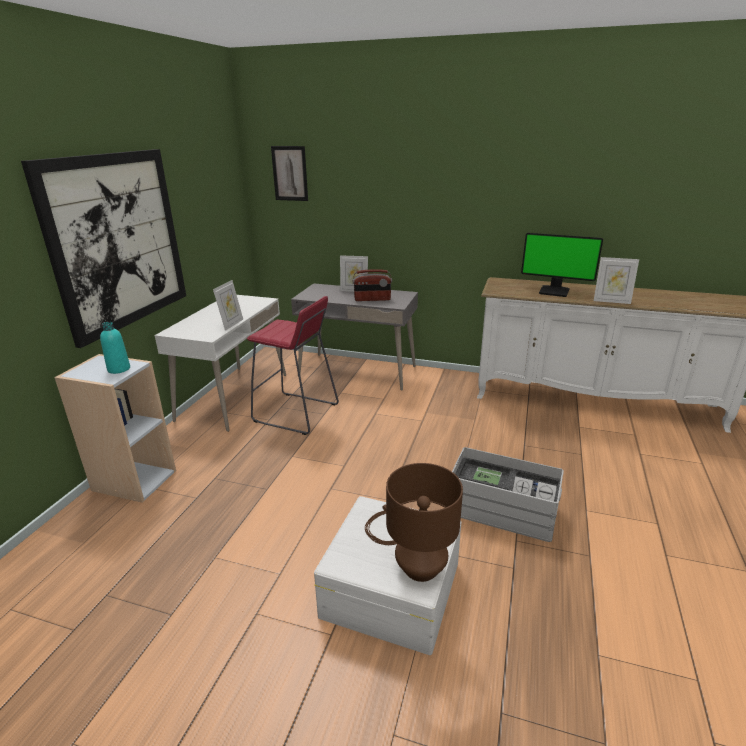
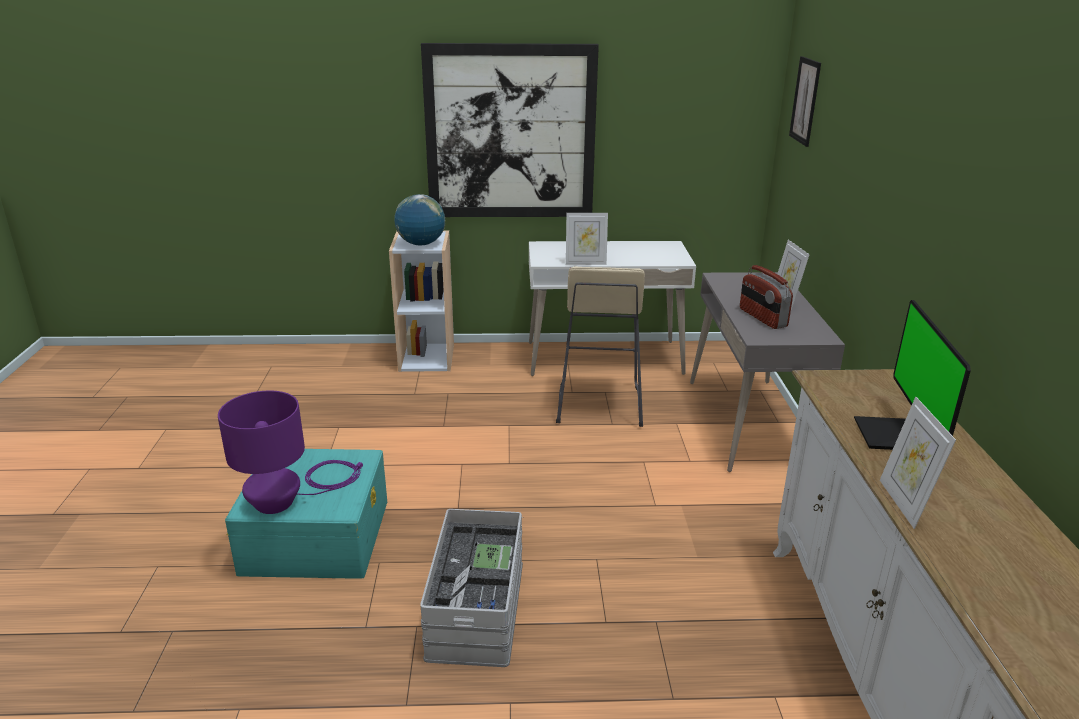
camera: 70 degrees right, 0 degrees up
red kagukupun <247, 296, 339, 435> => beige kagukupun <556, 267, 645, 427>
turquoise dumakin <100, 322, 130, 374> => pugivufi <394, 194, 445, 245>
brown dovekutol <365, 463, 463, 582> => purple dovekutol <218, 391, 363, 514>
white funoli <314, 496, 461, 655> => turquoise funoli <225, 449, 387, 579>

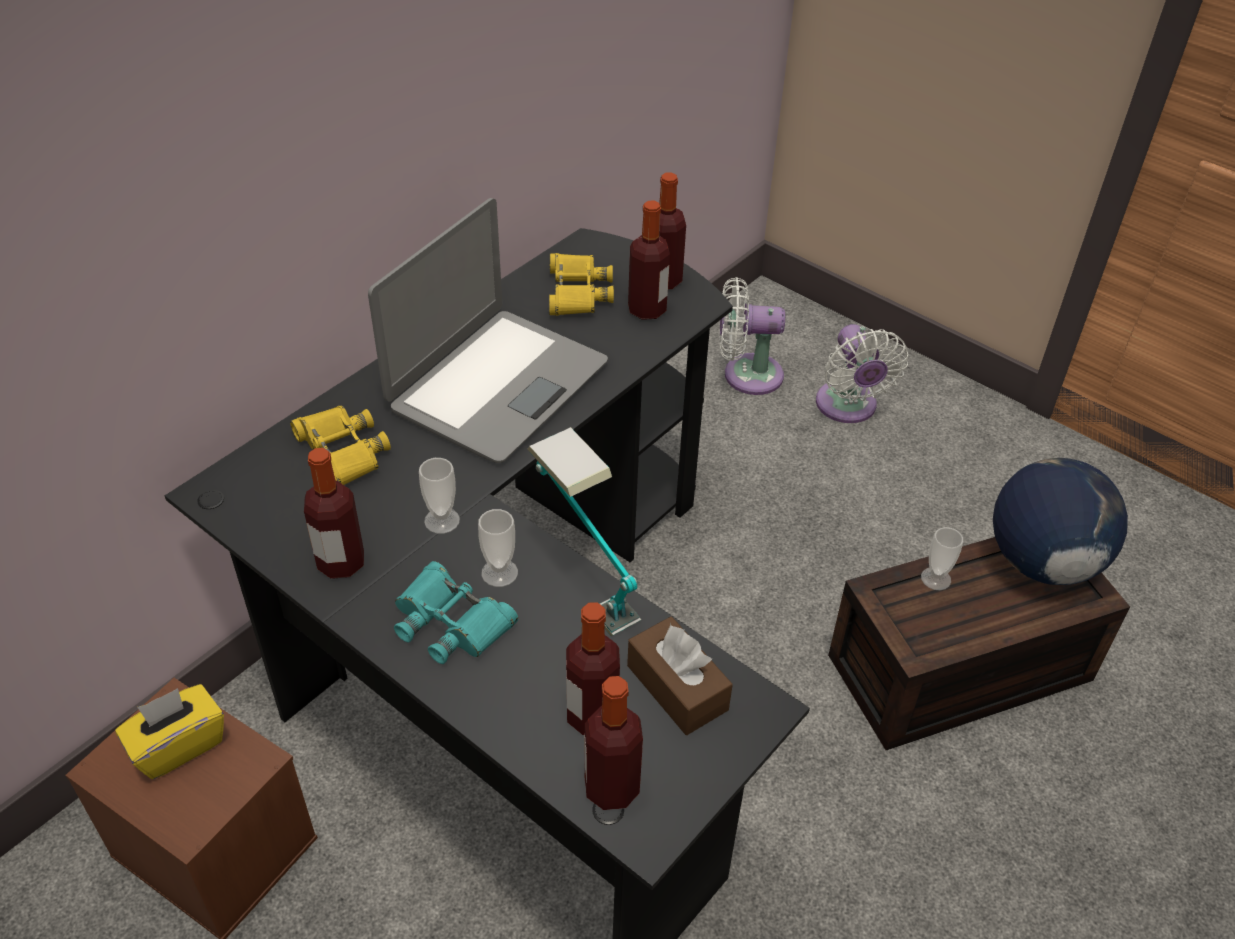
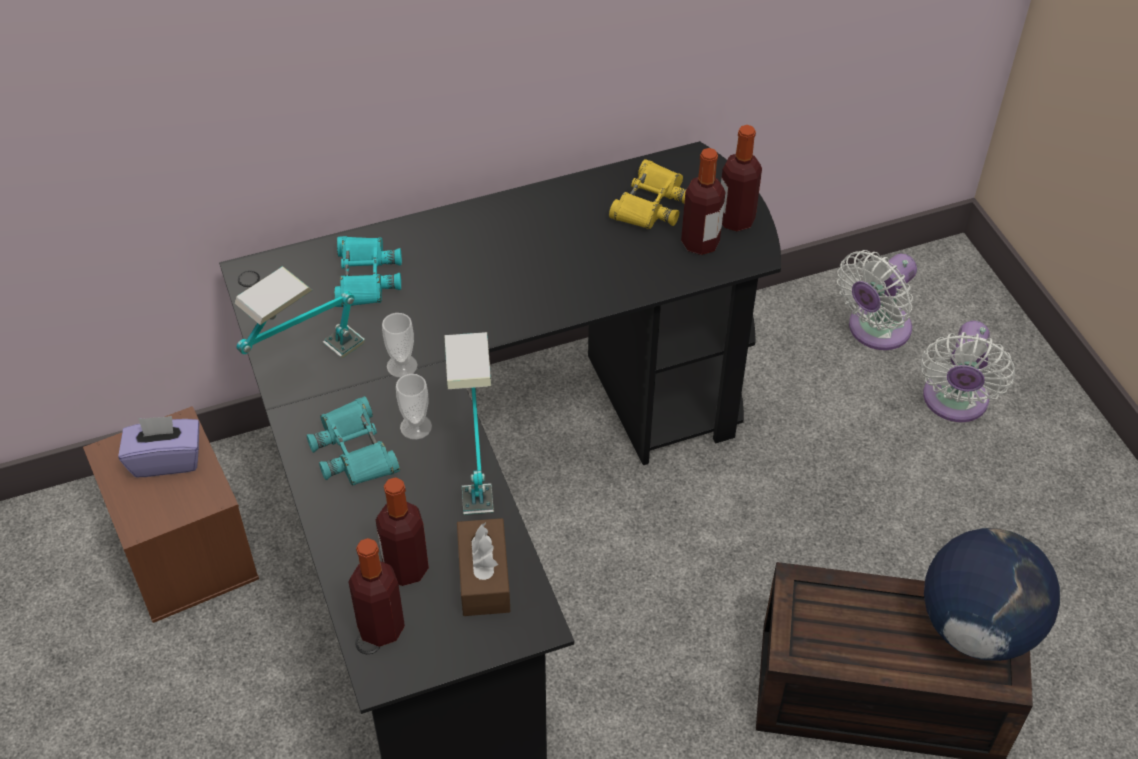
camera: 30 degrees right, 5 degrees up
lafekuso <368, 198, 608, 463> => nothing
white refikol <720, 277, 785, 395> => white refikol <837, 250, 917, 350>, 75 degrees counterclockwise
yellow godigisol <290, 405, 391, 485> => turquoise godigisol <334, 236, 402, 307>
dumakin <304, 448, 364, 579> => dovekutol <234, 266, 365, 358>
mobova <921, 527, 964, 590> => nothing
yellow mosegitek <115, 684, 224, 779> => purple mosegitek <118, 416, 199, 477>

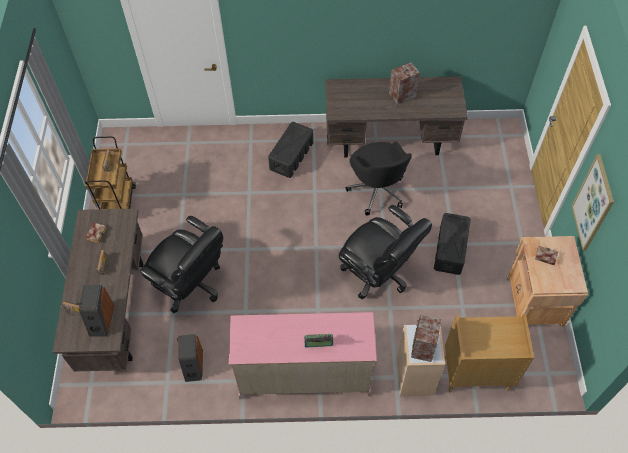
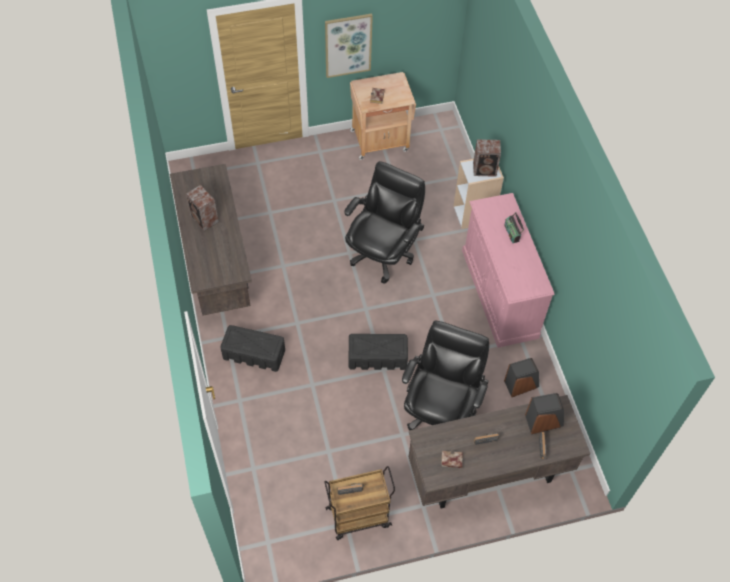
camera: 105 degrees left, 0 degrees up
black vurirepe <346, 142, 412, 215> => nothing
black funoli <434, 213, 470, 275> => black funoli <349, 334, 408, 370>, move
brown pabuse <445, 313, 534, 392> => nothing

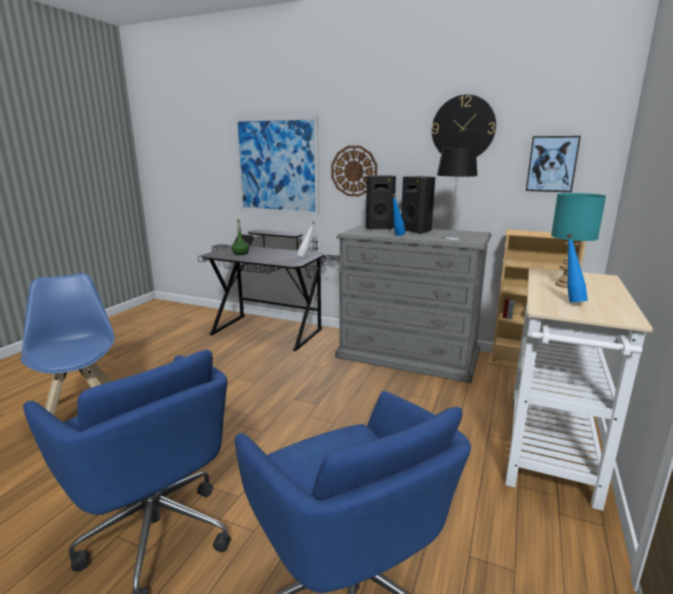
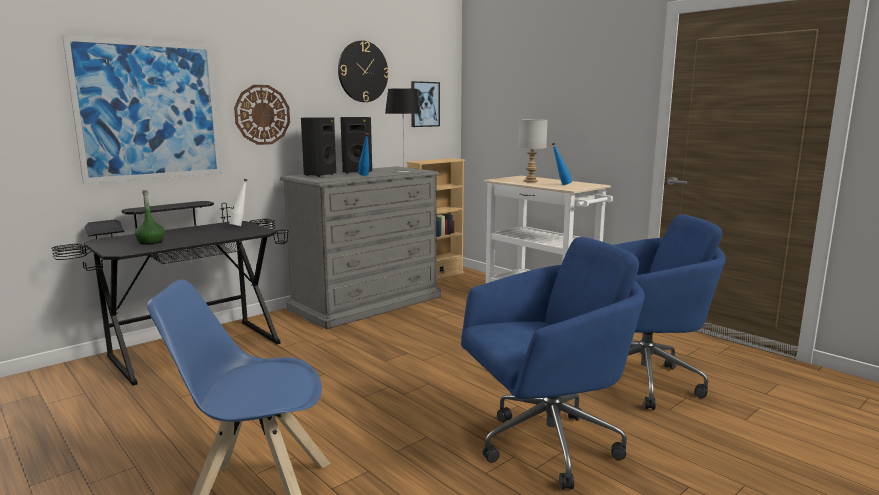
camera: 65 degrees left, 5 degrees down
turquoise dovekutol <551, 193, 606, 288> => grey dovekutol <518, 119, 548, 183>

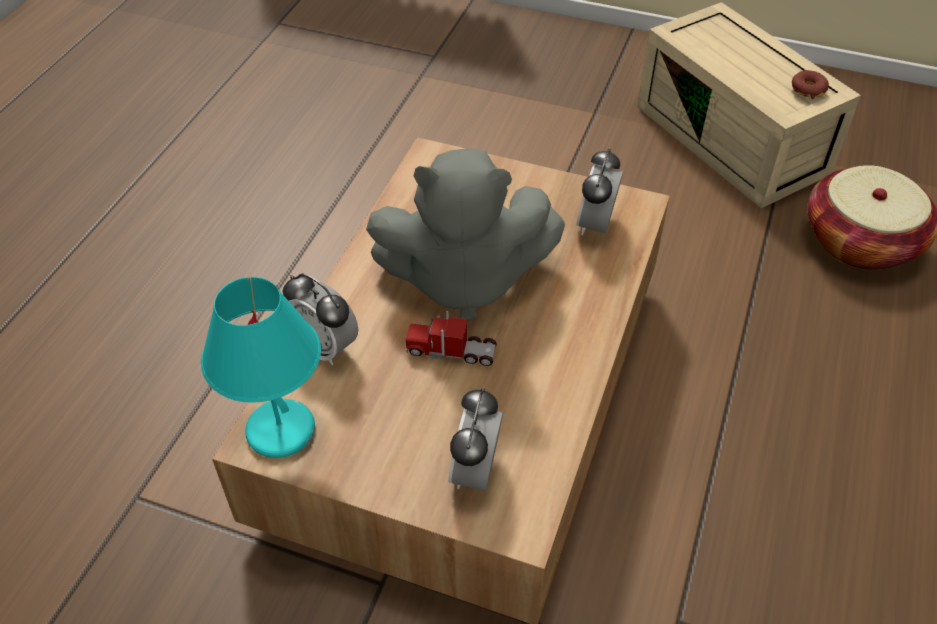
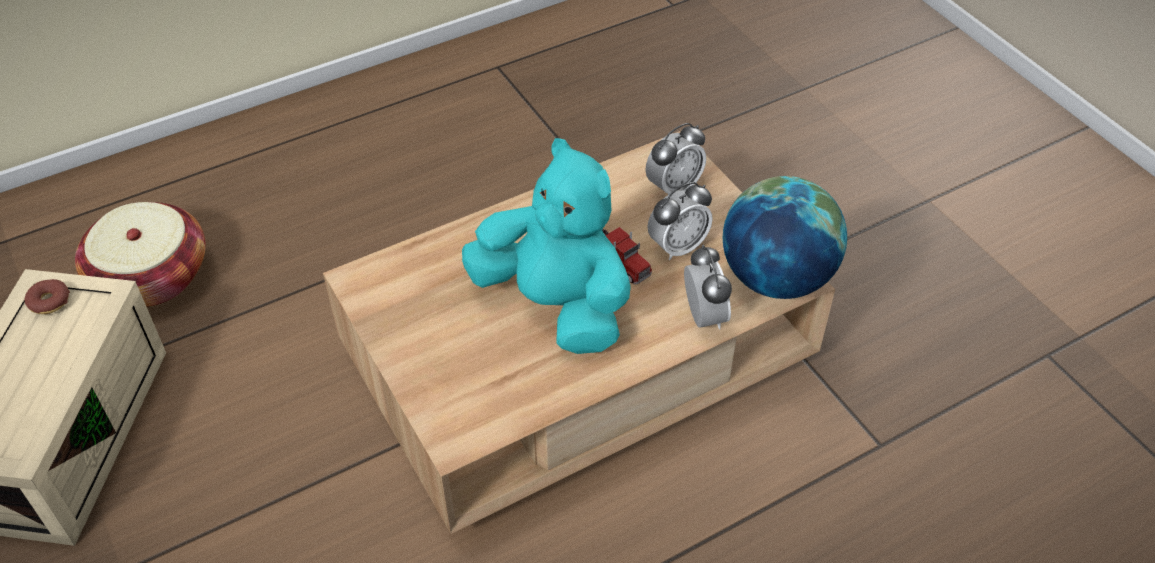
camera: 140 degrees left, 0 degrees up
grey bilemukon <366, 148, 565, 321> => turquoise bilemukon <462, 138, 631, 354>
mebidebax <576, 148, 623, 235> => mebidebax <647, 182, 713, 260>, move
turquoise dovekutol <201, 277, 321, 458> => pugivufi <723, 176, 847, 299>

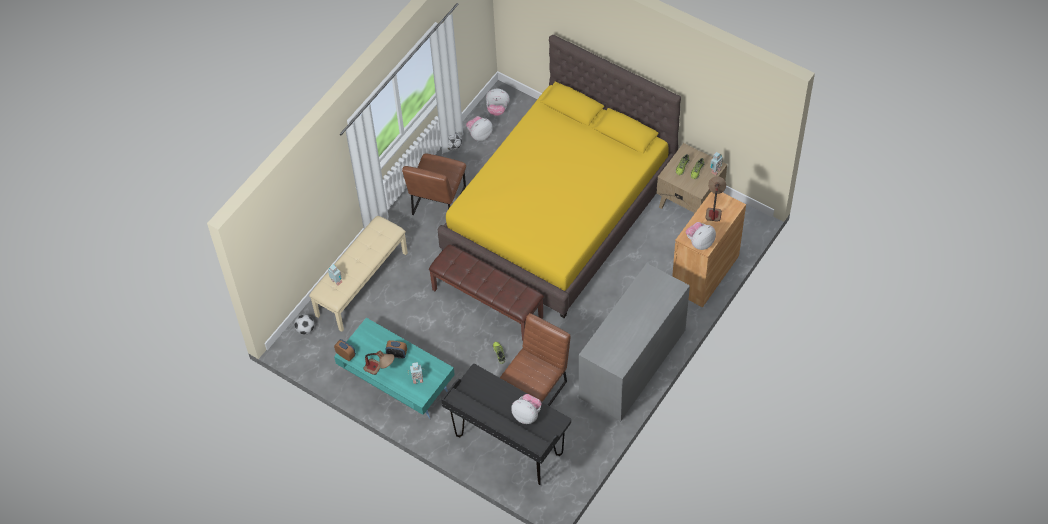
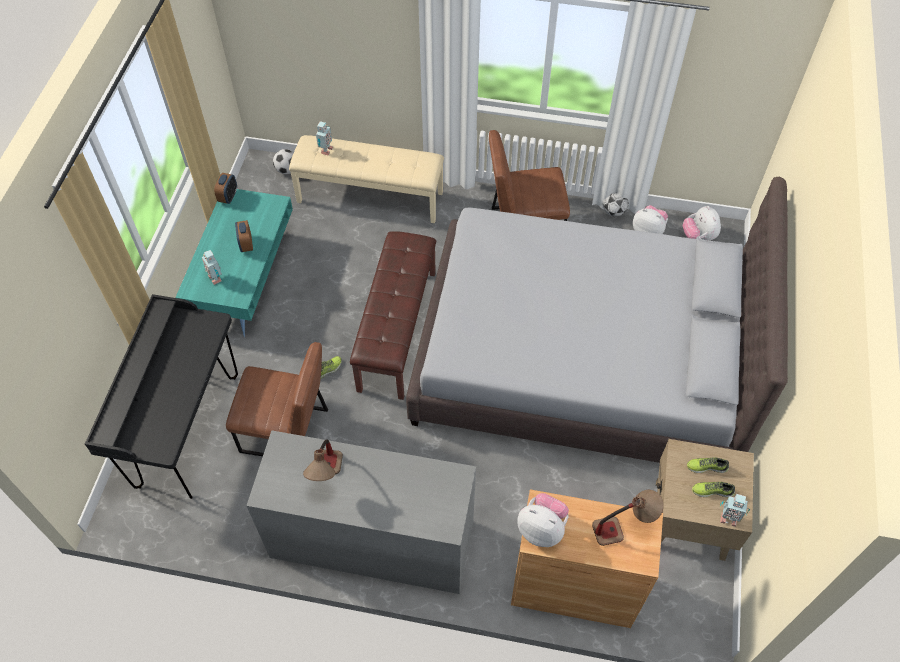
camera: 65 degrees right, 0 degrees up
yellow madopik <438, 35, 681, 318> => grey madopik <406, 177, 788, 463>
dovekutol <363, 351, 394, 375> => dovekutol <303, 440, 343, 481>, move
bilemukon <511, 394, 542, 424> => nothing

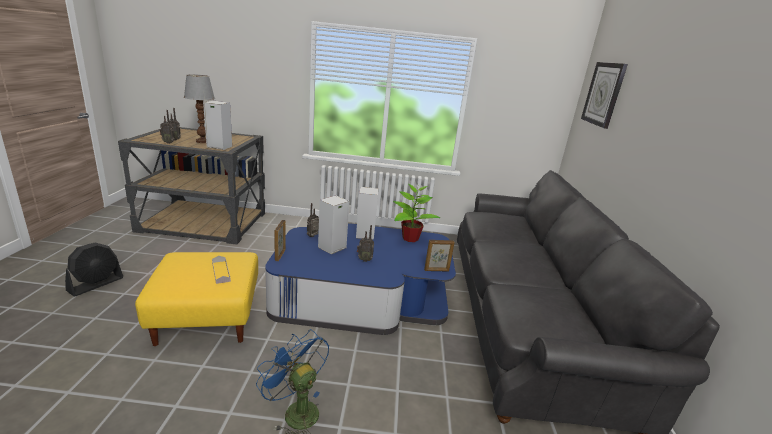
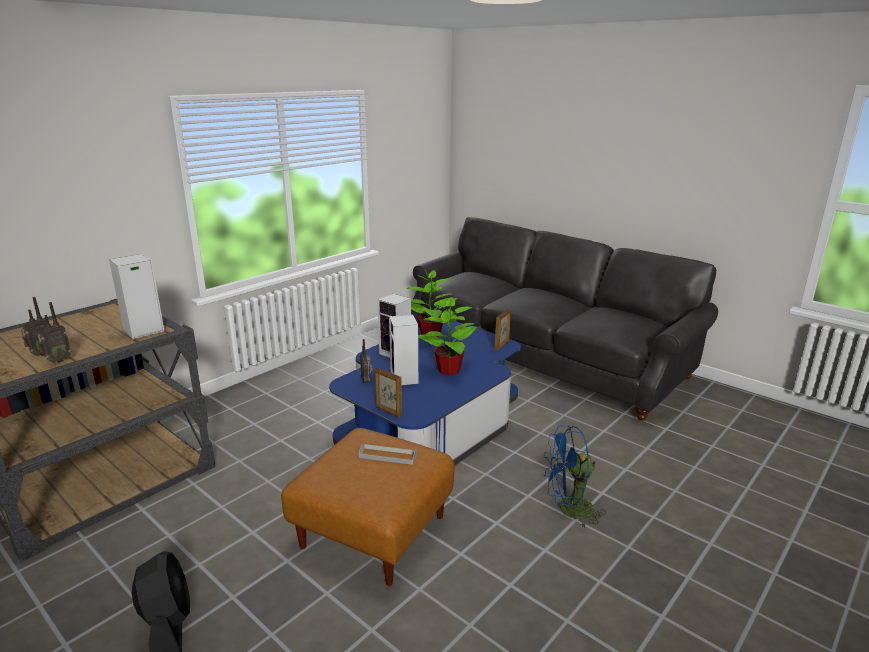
camera: 50 degrees left, 0 degrees up
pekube <581, 62, 628, 129> => nothing
dovekutol <184, 74, 215, 143> => nothing
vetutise <357, 225, 374, 262> => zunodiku <418, 297, 477, 376>
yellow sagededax <135, 252, 258, 346> => brown sagededax <281, 428, 455, 586>

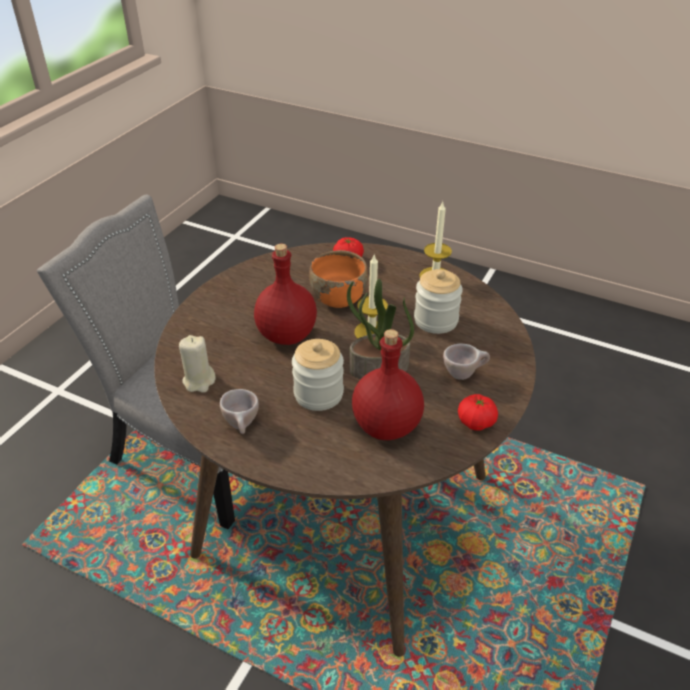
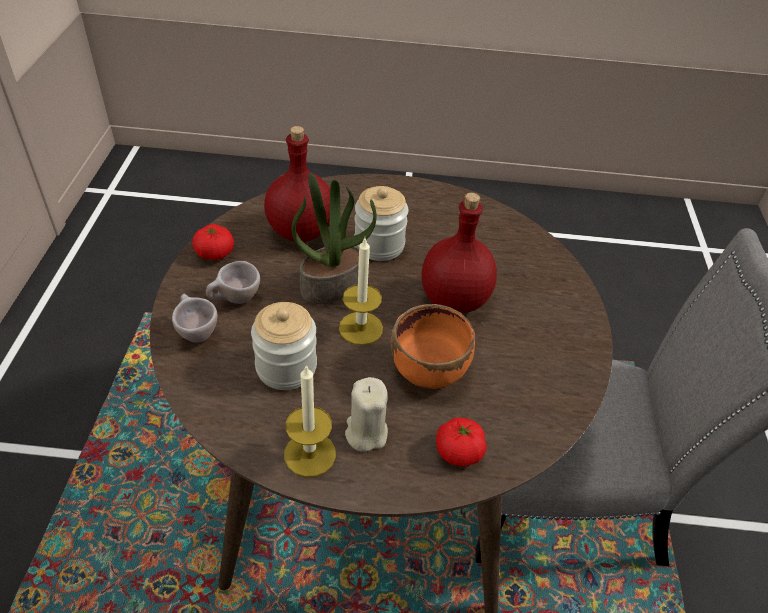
camera: 155 degrees right, 5 degrees up
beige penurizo <179, 335, 216, 393> => beige penurizo <345, 377, 388, 452>, move
beige mobova <220, 389, 259, 434> => beige mobova <172, 294, 217, 343>, move

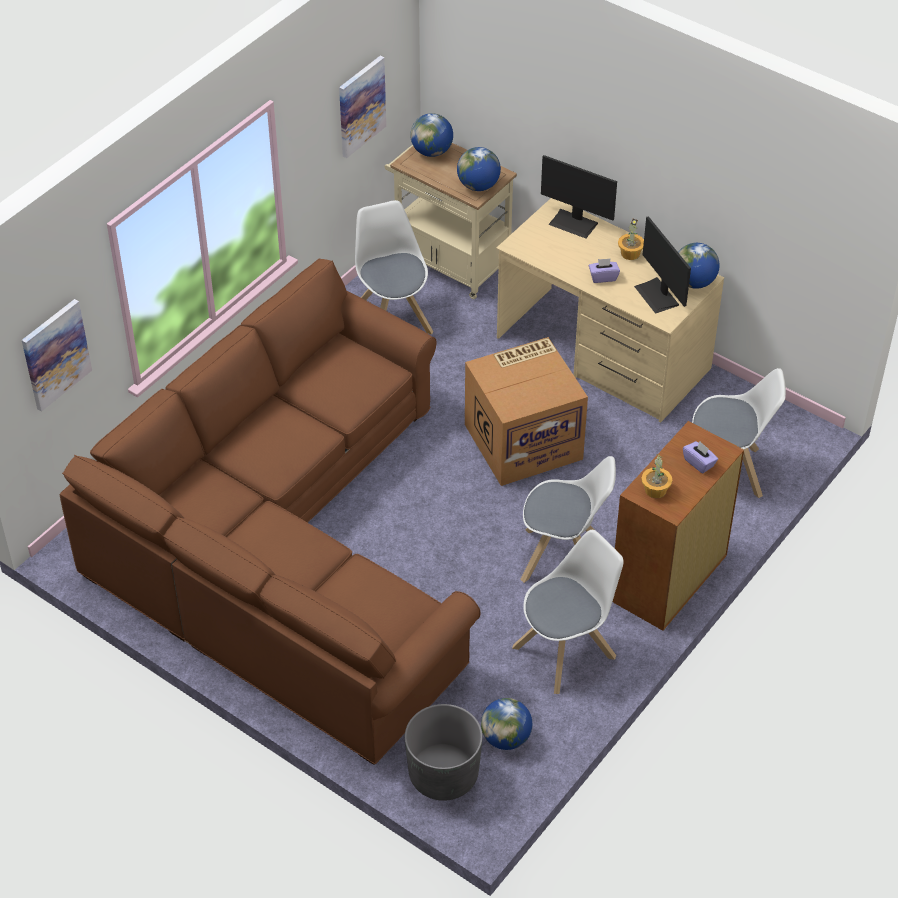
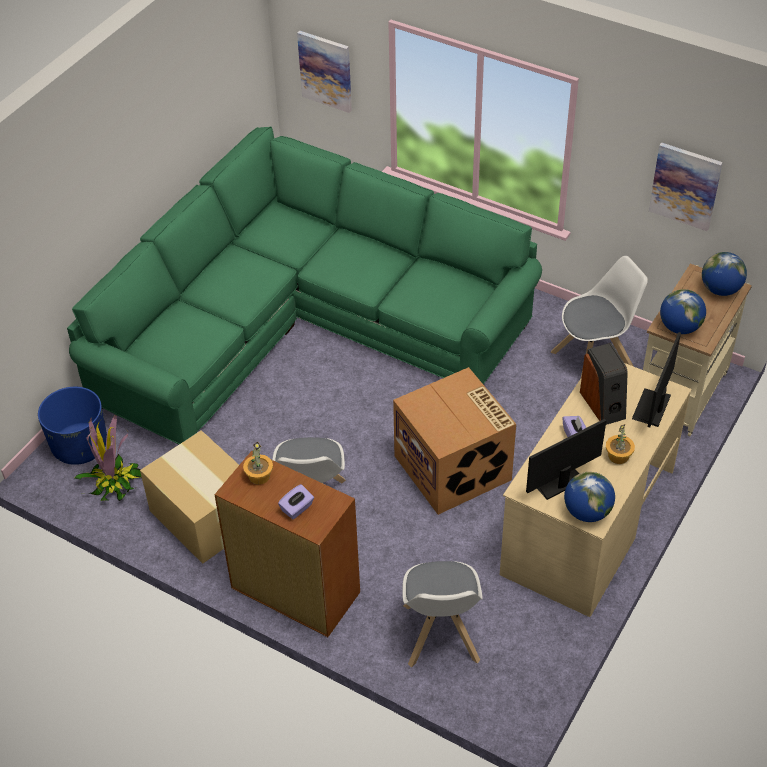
camera: 85 degrees right, 0 degrees up
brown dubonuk <59, 258, 481, 765> => green dubonuk <67, 126, 542, 444>
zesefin <512, 530, 623, 694> => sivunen <140, 430, 239, 564>
pugivufi <481, 698, 532, 750> => zunodiku <74, 415, 142, 501>
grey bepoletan <405, 704, 482, 801> => blue bepoletan <38, 387, 107, 465>
nothing => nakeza <580, 343, 628, 425>

